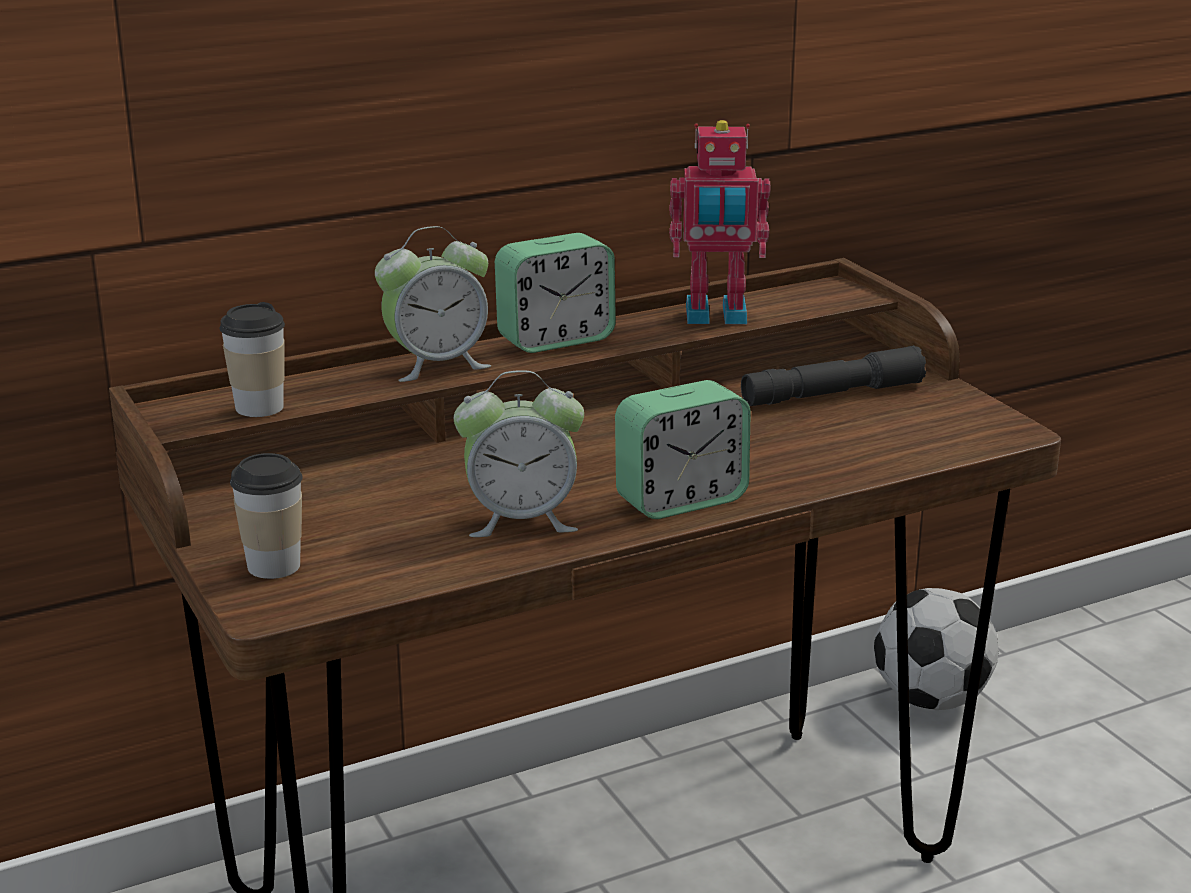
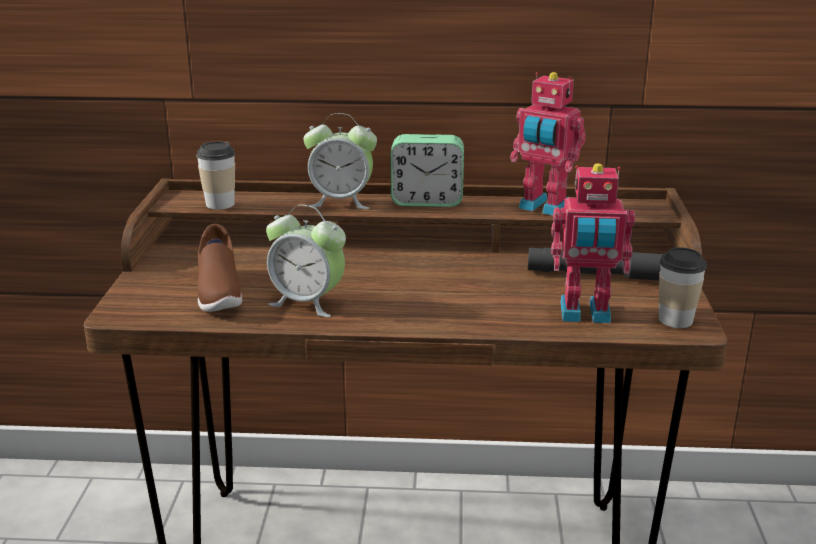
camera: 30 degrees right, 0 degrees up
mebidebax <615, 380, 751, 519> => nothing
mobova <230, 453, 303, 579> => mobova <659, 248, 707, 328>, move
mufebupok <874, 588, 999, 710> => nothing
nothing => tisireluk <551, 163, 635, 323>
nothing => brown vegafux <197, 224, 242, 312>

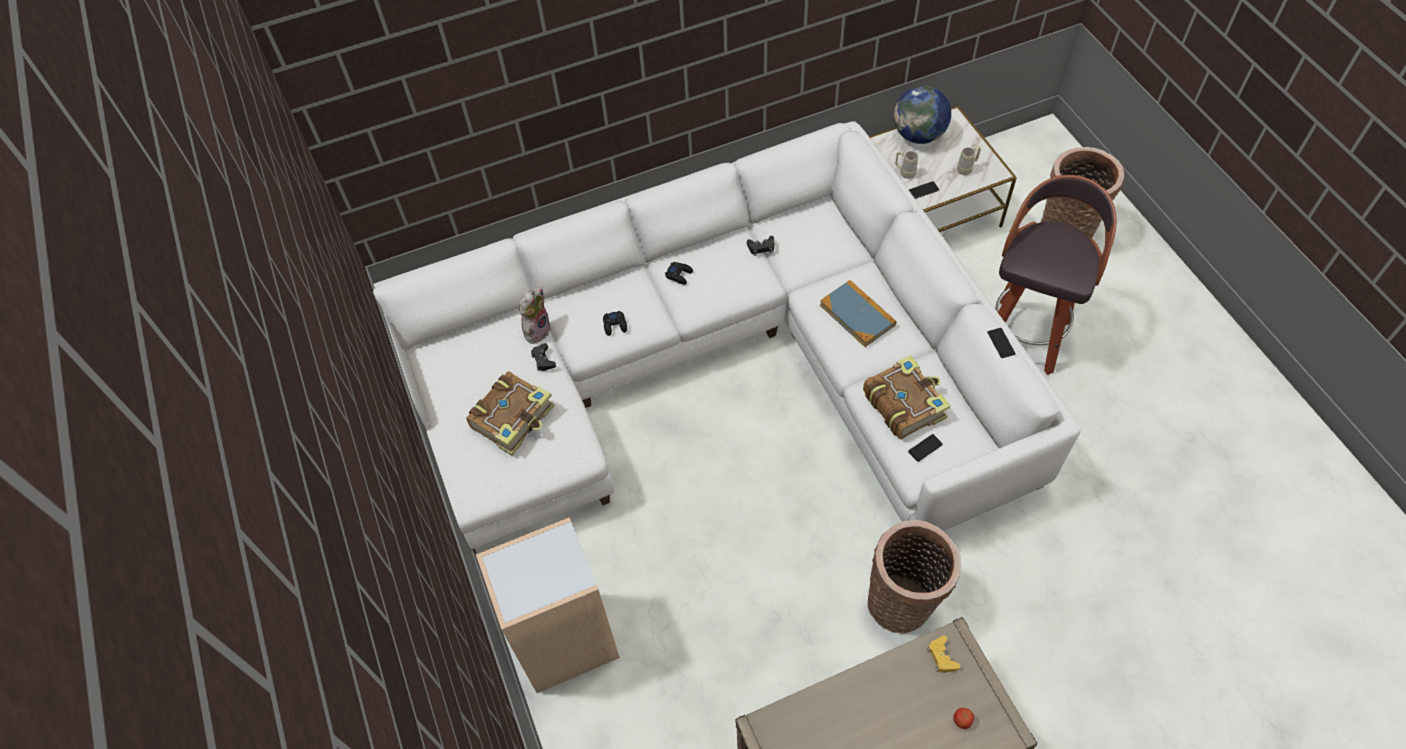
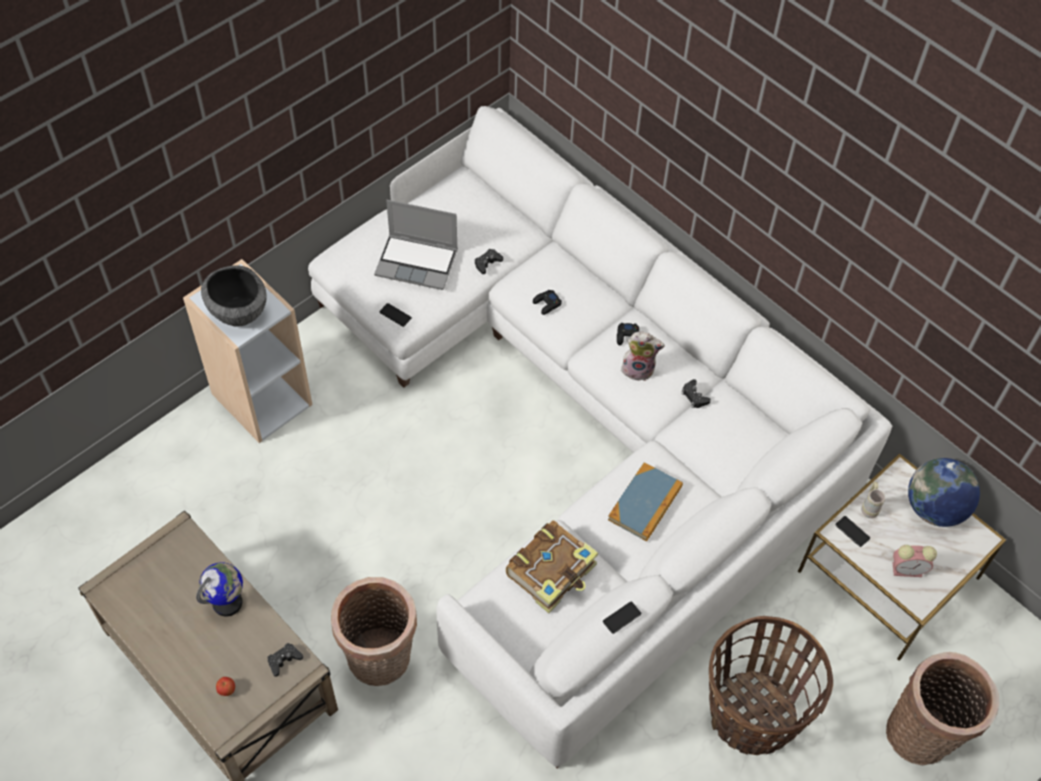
camera: 65 degrees right, 0 degrees up
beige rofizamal <957, 146, 981, 175> => mebidebax <893, 545, 937, 577>
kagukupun <995, 175, 1117, 375> => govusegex <709, 616, 833, 755>
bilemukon <519, 287, 551, 344> => bilemukon <621, 331, 665, 381>, move
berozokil <466, 371, 555, 456> => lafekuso <374, 200, 458, 290>
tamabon <908, 434, 943, 462> => tamabon <379, 303, 412, 327>, move
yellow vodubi <927, 635, 960, 673> => black vodubi <267, 643, 303, 677>
nothing => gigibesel <201, 265, 266, 327>
nothing => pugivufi <196, 562, 243, 616>

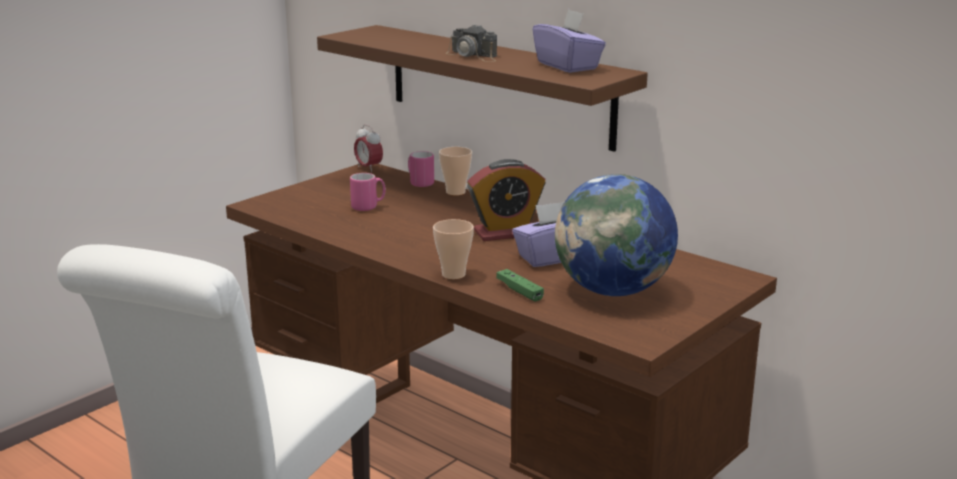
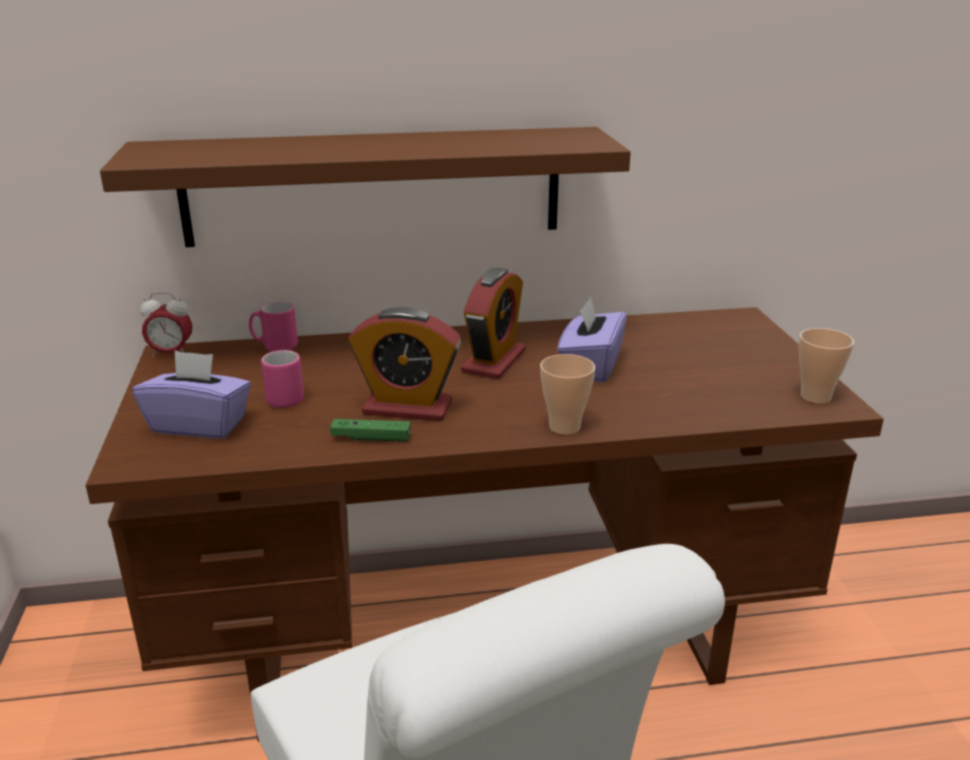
camera: 50 degrees left, 5 degrees up
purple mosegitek <532, 9, 606, 73> => purple mosegitek <133, 350, 251, 439>, move
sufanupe <445, 24, 497, 62> => nothing
mobova <439, 147, 472, 196> => mobova <799, 328, 854, 404>, move
pugivufi <555, 174, 678, 296> => nothing
green vodubi <496, 269, 544, 302> => green vodubi <330, 419, 410, 442>, move
nothing => mebidebax <348, 307, 461, 421>

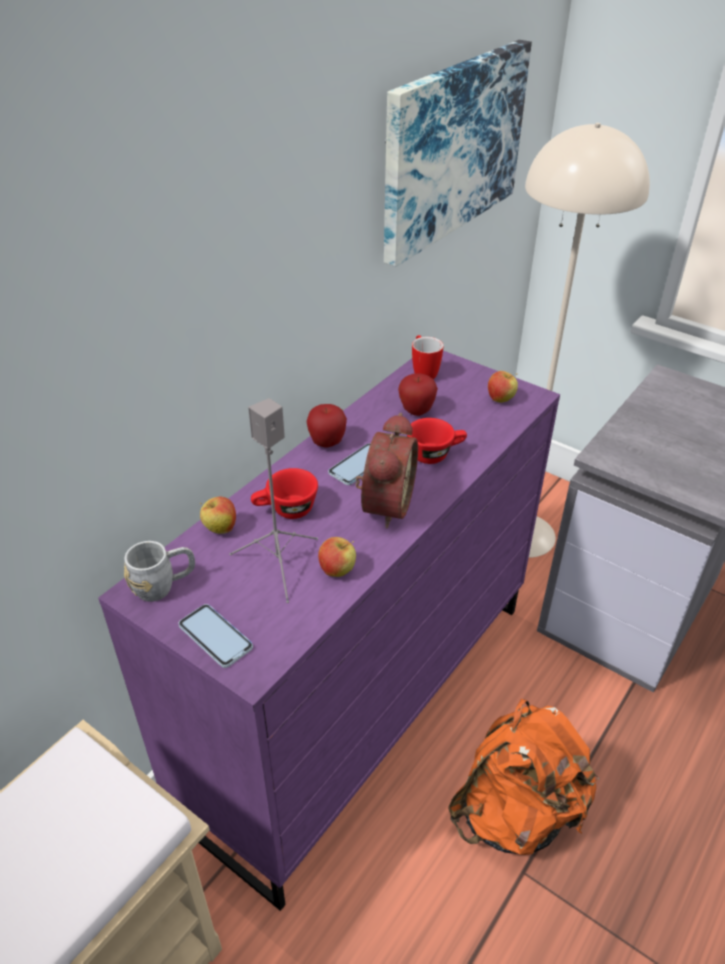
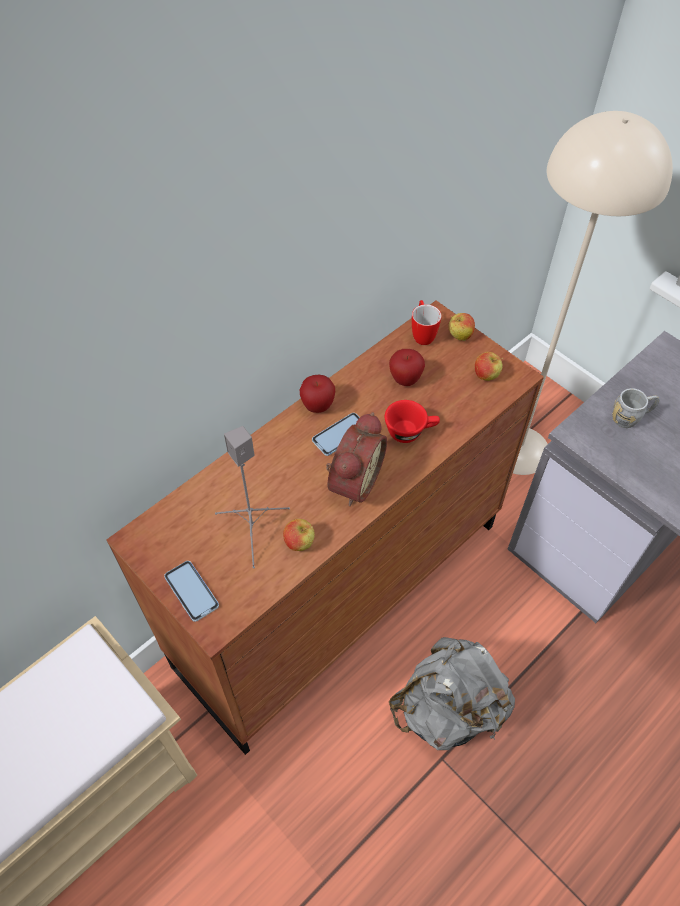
camera: 10 degrees right, 15 degrees up
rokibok <384, 40, 532, 267> => nothing
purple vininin <98, 351, 560, 911> => brown vininin <106, 300, 544, 755>
red mobova <251, 468, 318, 519> => nothing
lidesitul <200, 497, 236, 534> => lidesitul <449, 313, 475, 341>, move
grey rofizamal <124, 541, 195, 602> => grey rofizamal <612, 388, 660, 428>, move
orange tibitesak <448, 699, 599, 855> => grey tibitesak <389, 637, 515, 750>

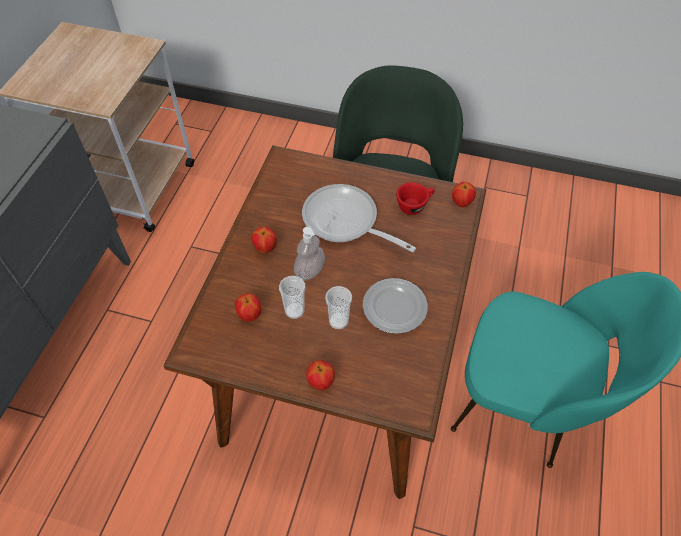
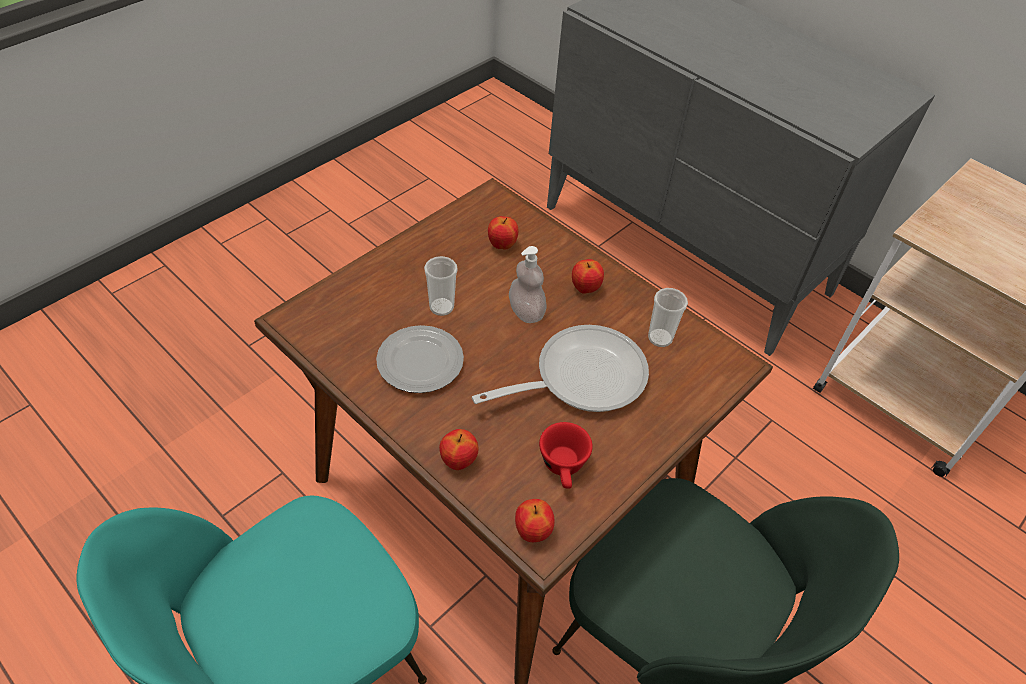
camera: 115 degrees right, 5 degrees down
mobova <279, 276, 305, 319> => mobova <648, 288, 688, 347>, move
lidesitul <306, 360, 335, 390> => lidesitul <439, 429, 479, 470>, move

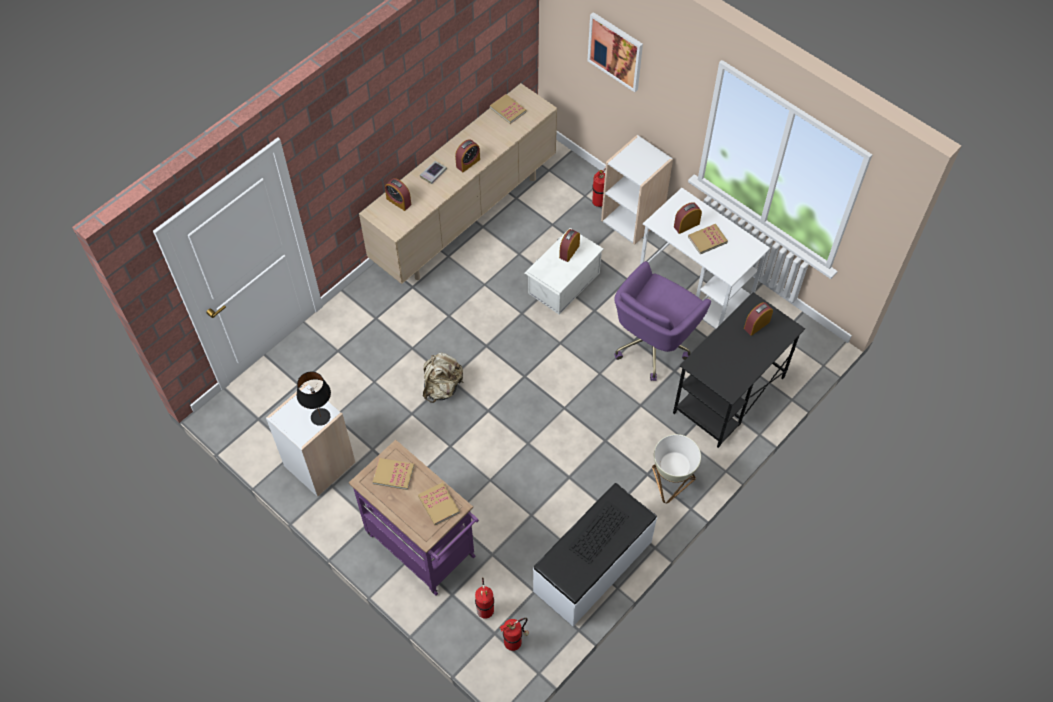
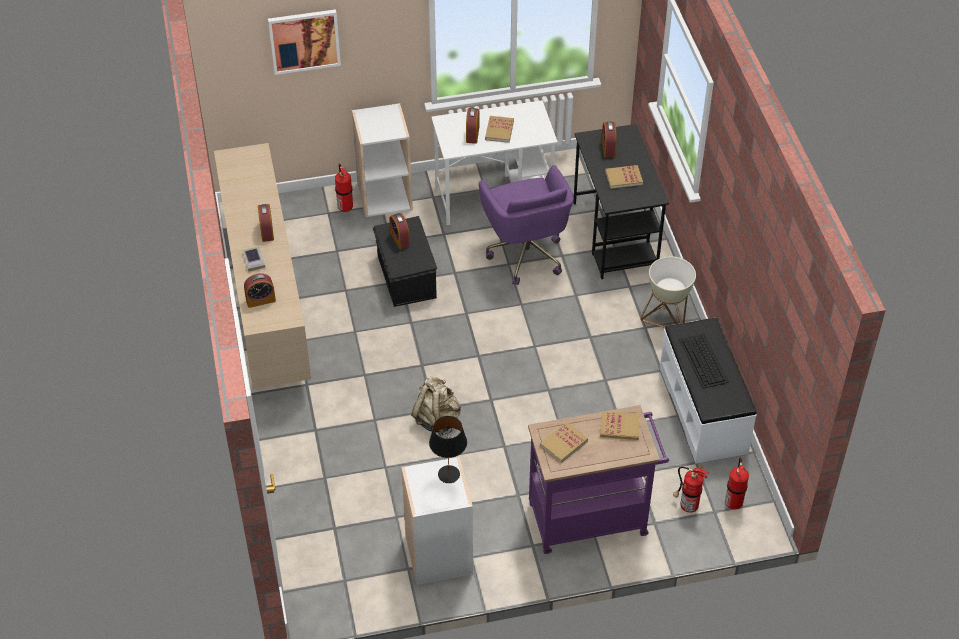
camera: 55 degrees left, 10 degrees down
berozokil <490, 94, 527, 124> => berozokil <605, 165, 643, 189>, move
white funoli <525, 228, 604, 315> => black funoli <373, 216, 437, 307>

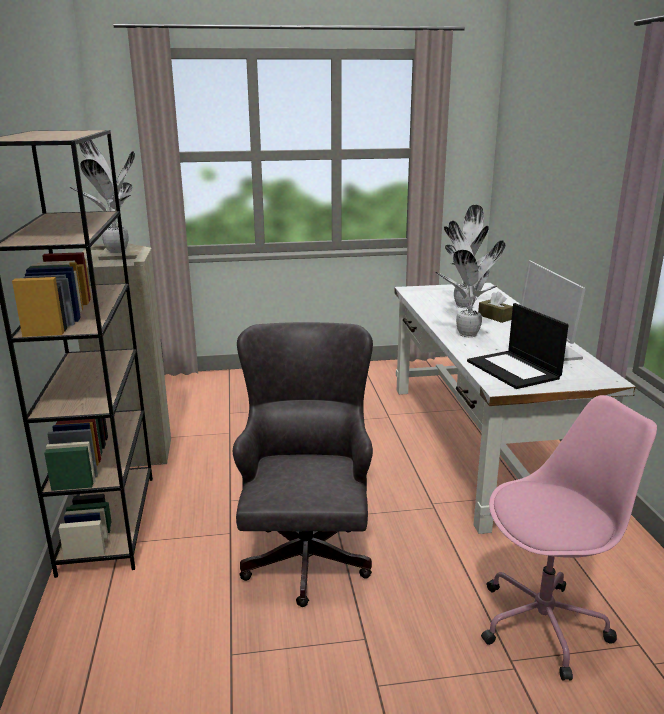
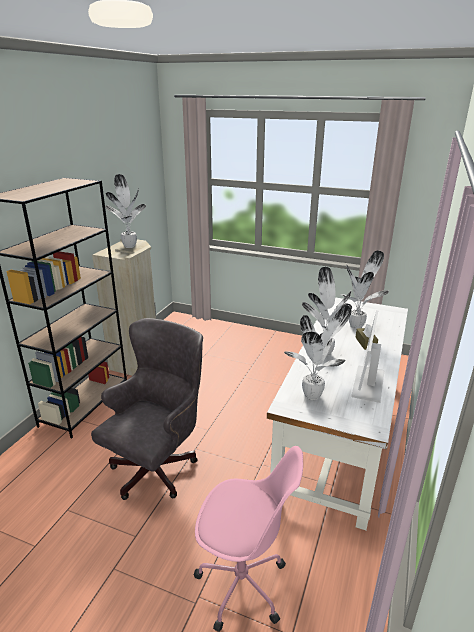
camera: 30 degrees right, 5 degrees up
lafekuso <467, 303, 569, 389> => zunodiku <284, 305, 352, 400>

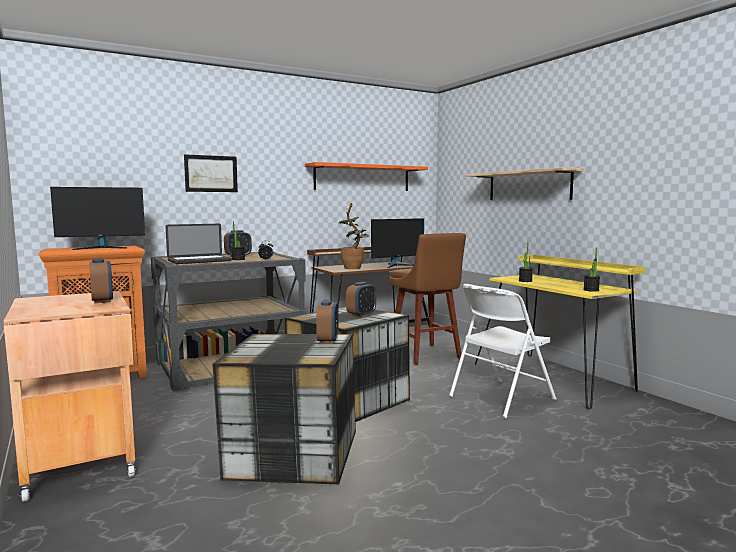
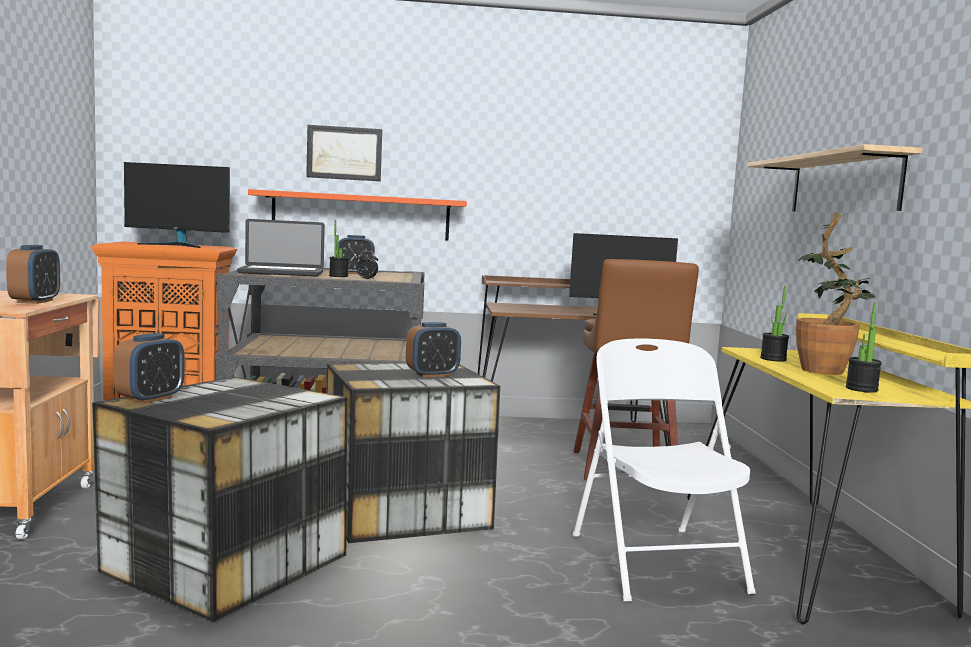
camera: 25 degrees right, 0 degrees up
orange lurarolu <305, 162, 428, 191> => orange lurarolu <248, 189, 467, 240>, move
zunodiku <338, 203, 369, 269> => zunodiku <796, 212, 876, 375>, move
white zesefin <449, 284, 557, 419> => white zesefin <573, 338, 756, 602>, 90 degrees clockwise
mebidebax <316, 300, 339, 343> => mebidebax <113, 333, 184, 404>, move

